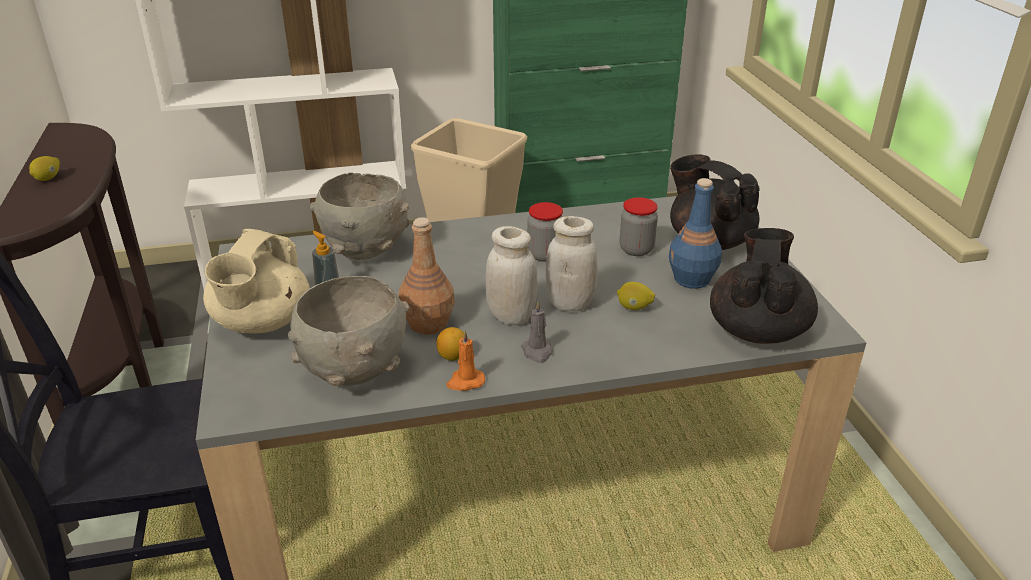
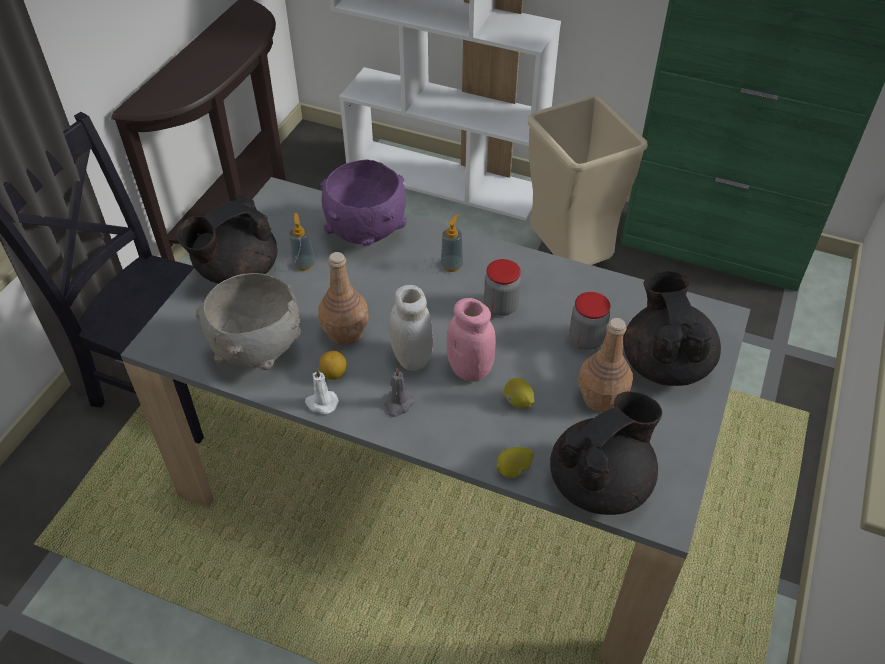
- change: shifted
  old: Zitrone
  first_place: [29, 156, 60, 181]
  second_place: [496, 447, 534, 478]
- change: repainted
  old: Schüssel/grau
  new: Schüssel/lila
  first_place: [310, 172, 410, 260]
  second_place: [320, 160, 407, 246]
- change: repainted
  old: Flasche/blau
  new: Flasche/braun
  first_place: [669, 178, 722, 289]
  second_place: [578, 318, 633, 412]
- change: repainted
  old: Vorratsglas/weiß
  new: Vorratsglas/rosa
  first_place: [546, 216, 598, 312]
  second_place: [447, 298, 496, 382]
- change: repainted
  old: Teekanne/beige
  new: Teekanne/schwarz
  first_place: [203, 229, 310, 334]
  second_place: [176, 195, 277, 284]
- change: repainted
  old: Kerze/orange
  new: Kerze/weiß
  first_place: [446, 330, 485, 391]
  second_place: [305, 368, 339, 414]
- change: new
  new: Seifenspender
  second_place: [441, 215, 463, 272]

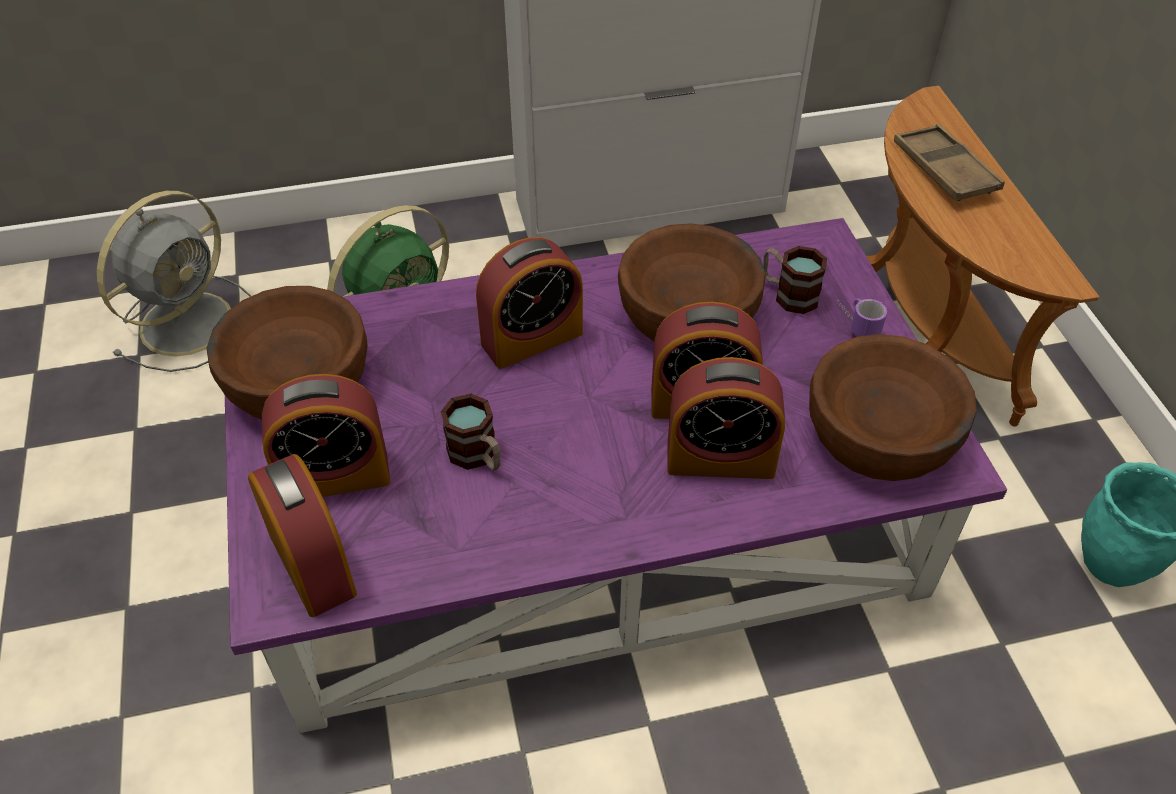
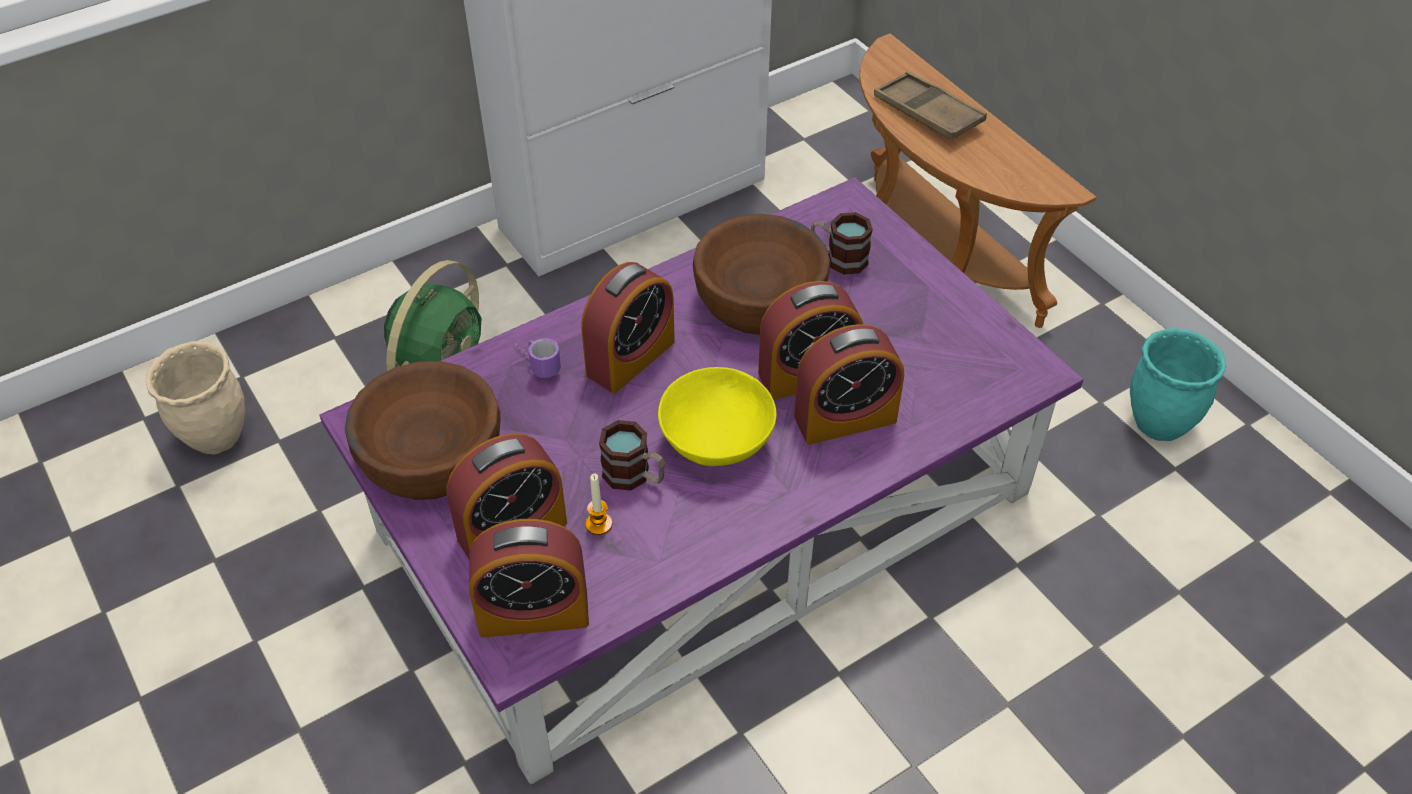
- change: swapped
  old: Ventilator/grau
  new: Pflanzkübel/beige
  first_place: [97, 191, 251, 372]
  second_place: [146, 341, 245, 454]
- change: shifted
  old: Henkelbecher
  first_place: [836, 298, 887, 337]
  second_place: [515, 338, 561, 378]
- change: gone
  old: Schüssel/braun
  first_place: [809, 334, 977, 481]
- change: rotated
  old: Wecker
  first_place: [248, 454, 357, 617]
  second_place: [469, 519, 589, 638]
  degrees: 135
- change: new
  new: Schüssel/gelb
  second_place: [658, 367, 777, 466]
- change: new
  new: Kerze
  second_place: [585, 474, 612, 535]

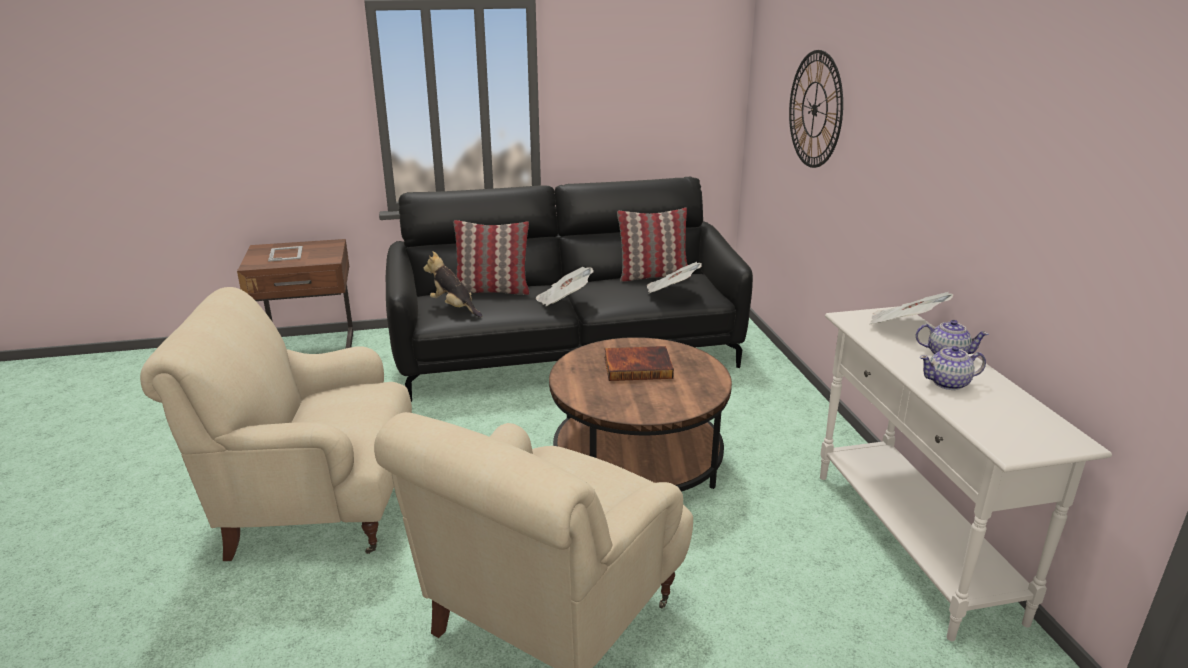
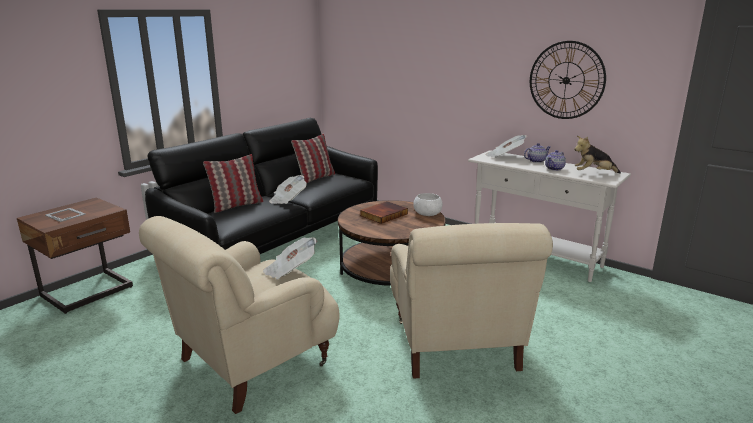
- change: shifted
  old: Wanduhr
  first_place: [789, 50, 843, 168]
  second_place: [530, 41, 606, 119]
- change: shifted
  old: Plüschtier
  first_place: [424, 251, 482, 317]
  second_place: [574, 136, 621, 174]
- change: shifted
  old: Zeitung
  first_place: [647, 262, 702, 294]
  second_place: [263, 238, 318, 280]
- change: new
  new: Schüssel/weiß
  second_place: [414, 193, 443, 216]

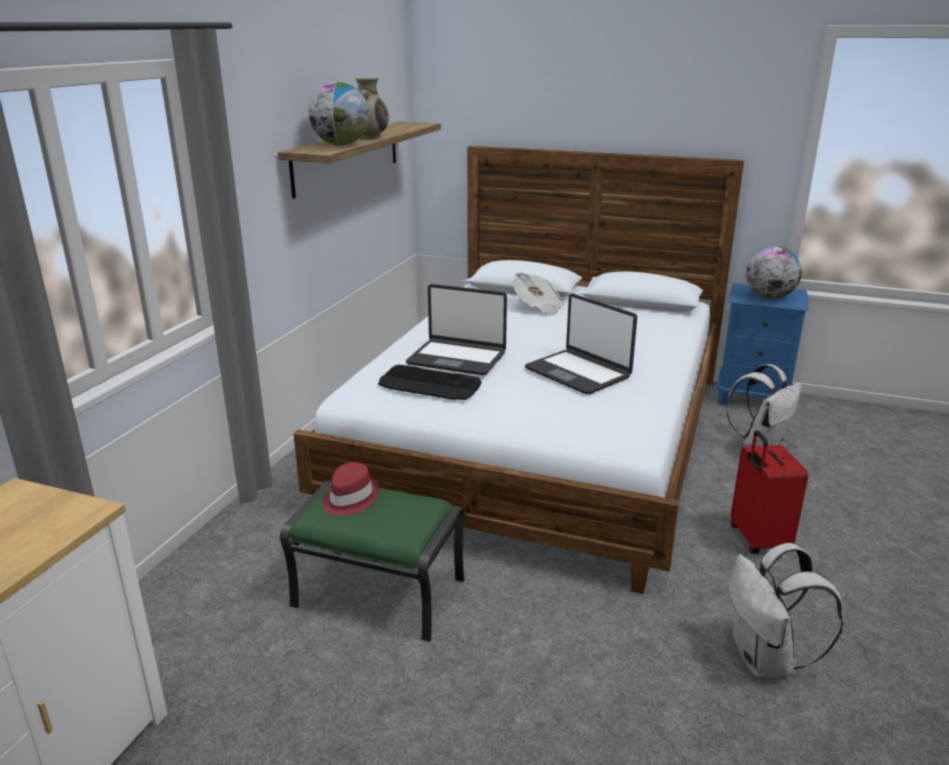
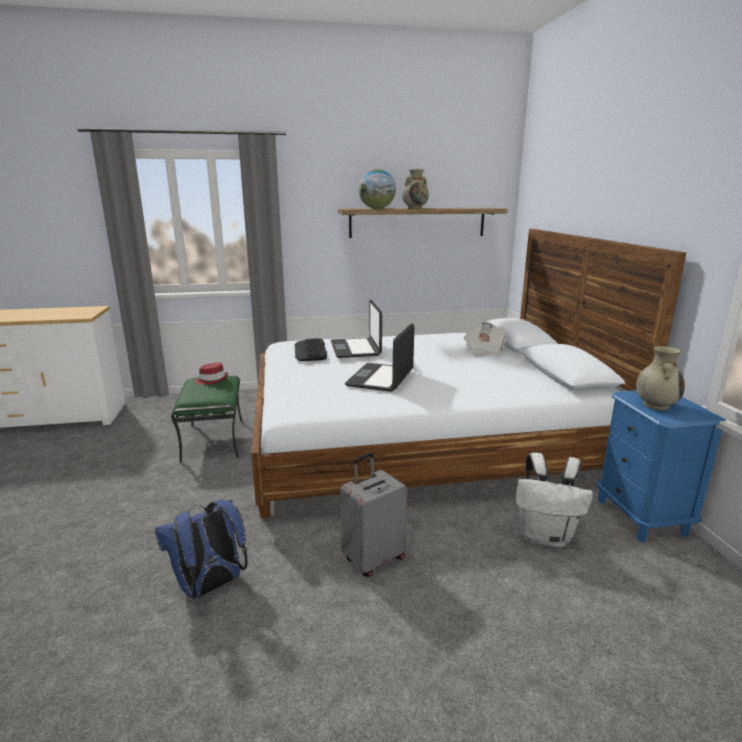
- change: swapped
  old: Globus
  new: Vase/beige
  first_place: [746, 246, 802, 299]
  second_place: [636, 346, 685, 410]
- change: repainted
  old: Koffer/rot
  new: Koffer/grau
  first_place: [731, 430, 808, 554]
  second_place: [340, 453, 407, 577]
- change: repainted
  old: Rucksack/weiß
  new: Rucksack/blau
  first_place: [729, 543, 844, 677]
  second_place: [155, 499, 248, 598]

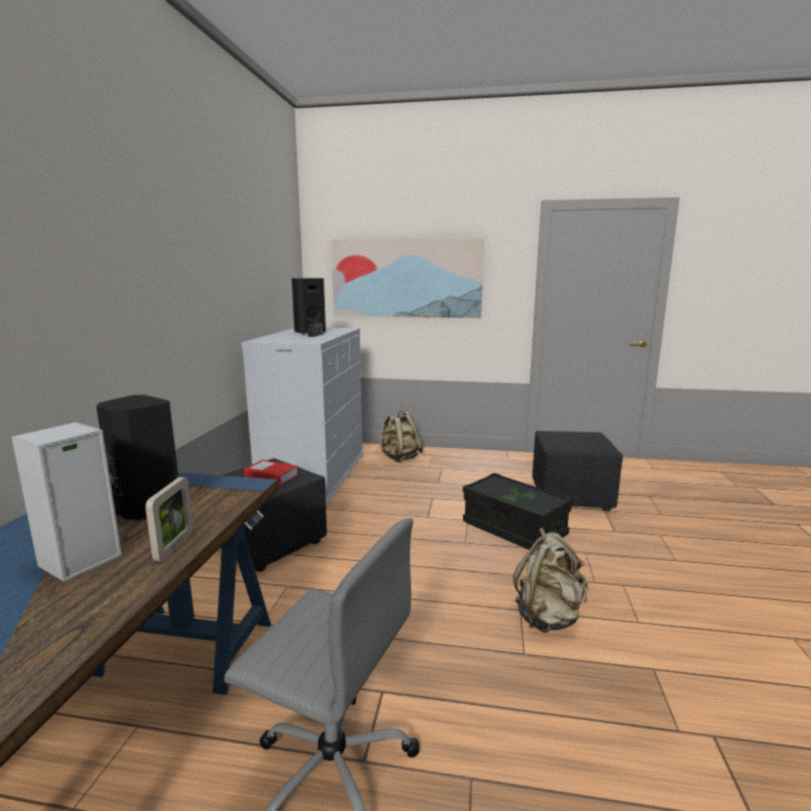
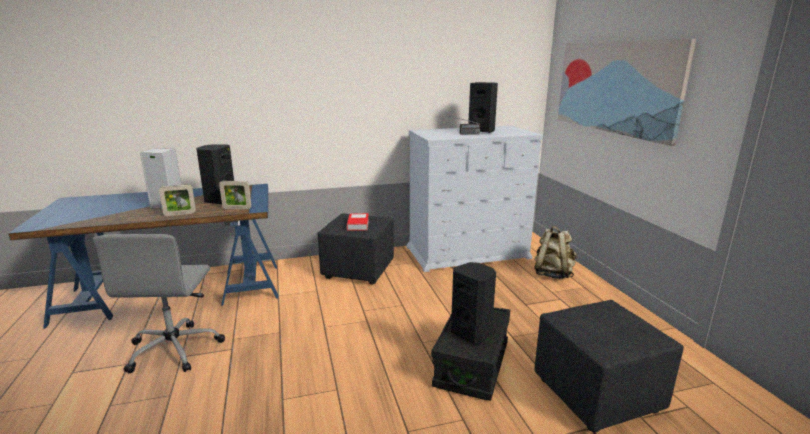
- change: gone
  old: Rucksack/beige
  first_place: [513, 528, 588, 633]
- change: new
  new: Bilderrahmen
  second_place: [219, 181, 251, 209]
- change: new
  new: Lautsprecher/schwarz
  second_place: [451, 262, 496, 345]

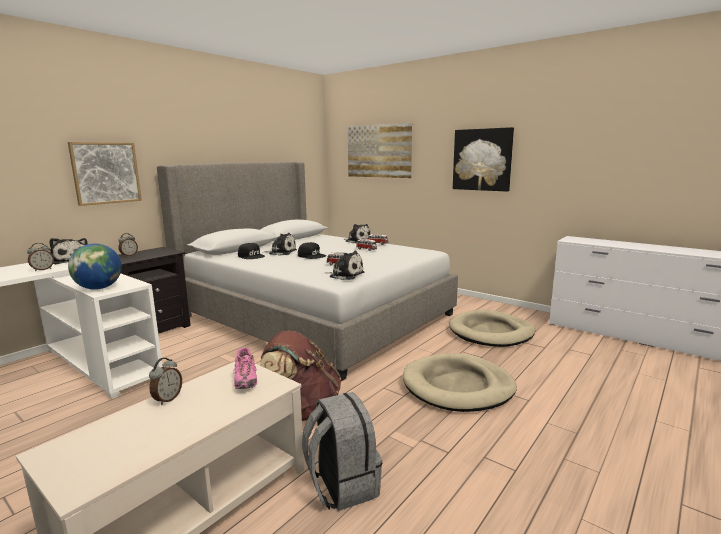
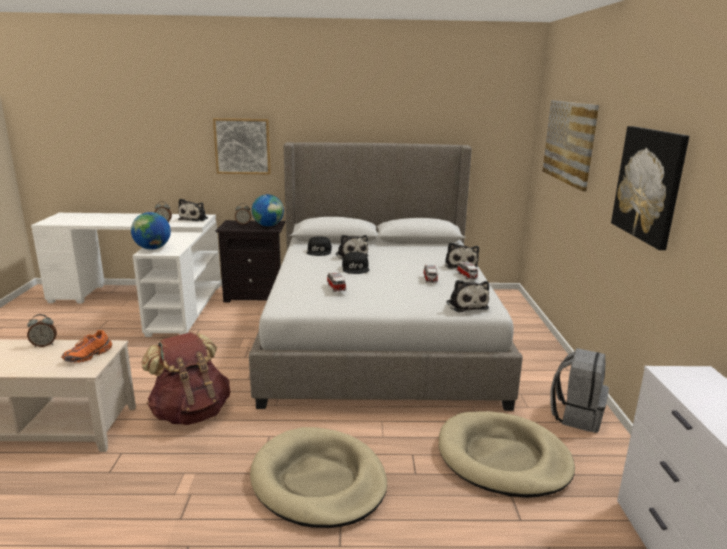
- change: shifted
  old: Plüschtier
  first_place: [325, 251, 364, 280]
  second_place: [446, 280, 489, 312]
- change: repainted
  old: Schuh/rosa
  new: Schuh/orange
  first_place: [233, 348, 257, 389]
  second_place: [61, 330, 112, 363]
- change: shifted
  old: Rucksack/grau
  first_place: [302, 392, 382, 511]
  second_place: [550, 348, 609, 433]
- change: new
  new: Globus
  second_place: [252, 194, 284, 227]

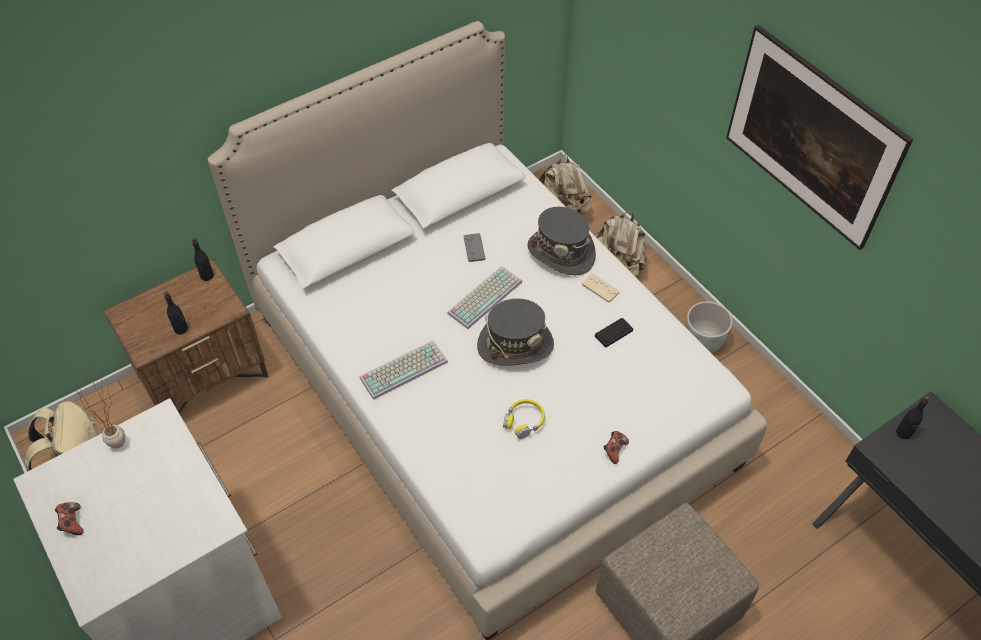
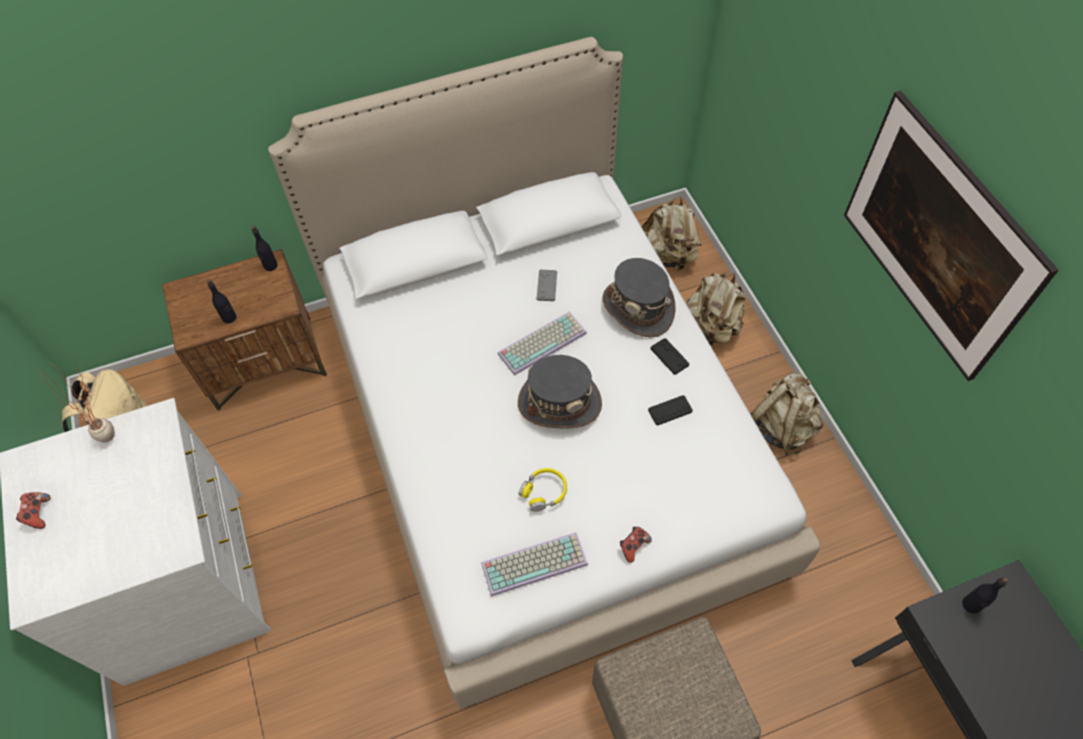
- change: repainted
  old: Gamepad/beige
  new: Gamepad/schwarz
  first_place: [582, 274, 619, 303]
  second_place: [651, 338, 689, 375]
- change: swapped
  old: Pflanzkübel/grau
  new: Rucksack/beige
  first_place: [686, 301, 732, 353]
  second_place: [751, 373, 824, 455]
- change: shifted
  old: Tastatur
  first_place: [360, 341, 448, 400]
  second_place: [481, 532, 588, 596]

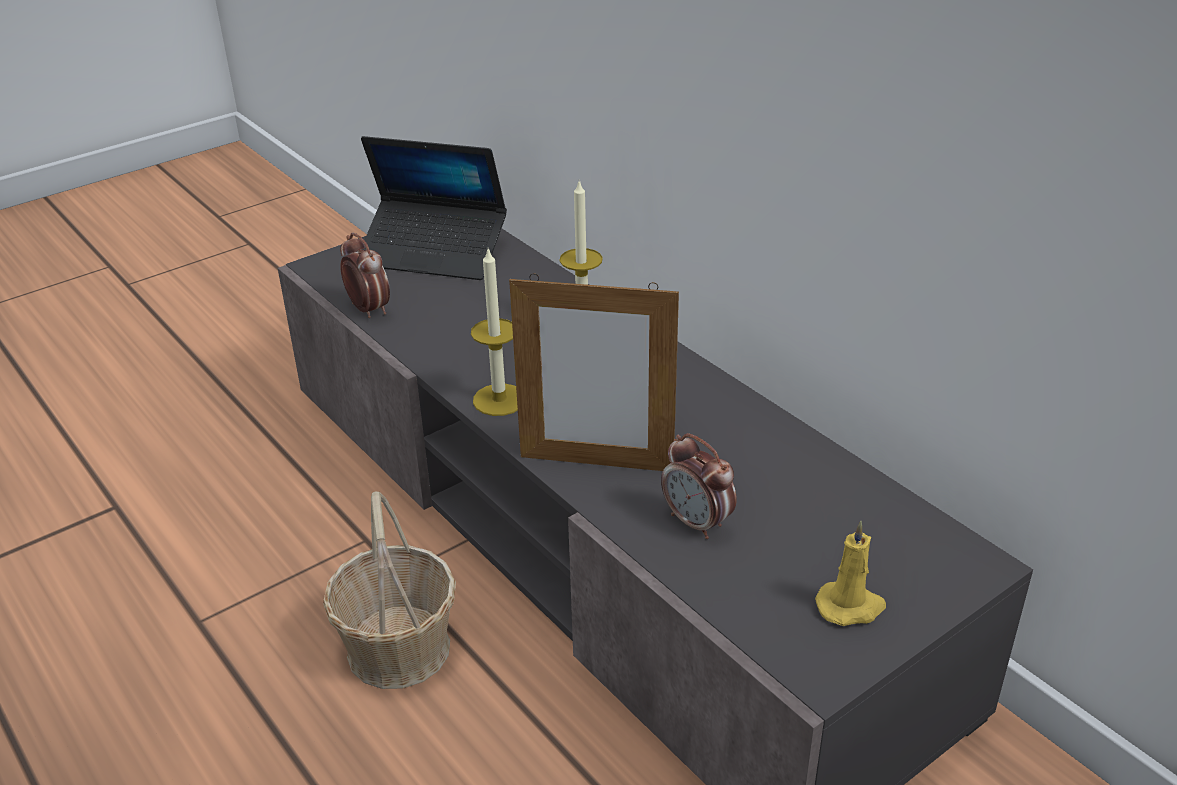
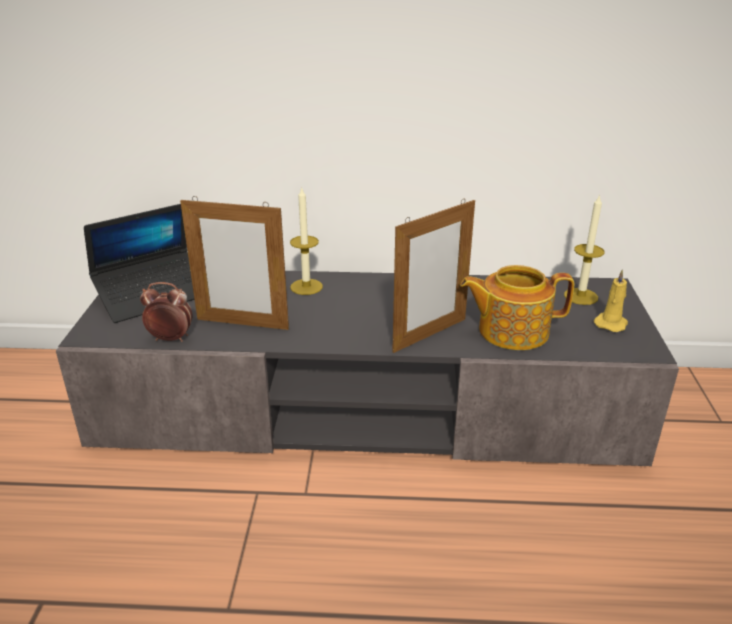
- change: shifted
  old: Kerze
  first_place: [471, 249, 518, 416]
  second_place: [564, 194, 605, 305]
- change: swapped
  old: Wecker
  new: Teekanne
  first_place: [661, 433, 737, 539]
  second_place: [460, 265, 574, 350]
- change: gone
  old: Korb
  first_place: [323, 491, 456, 689]
- change: new
  new: Bilderrahmen
  second_place: [180, 196, 289, 330]

